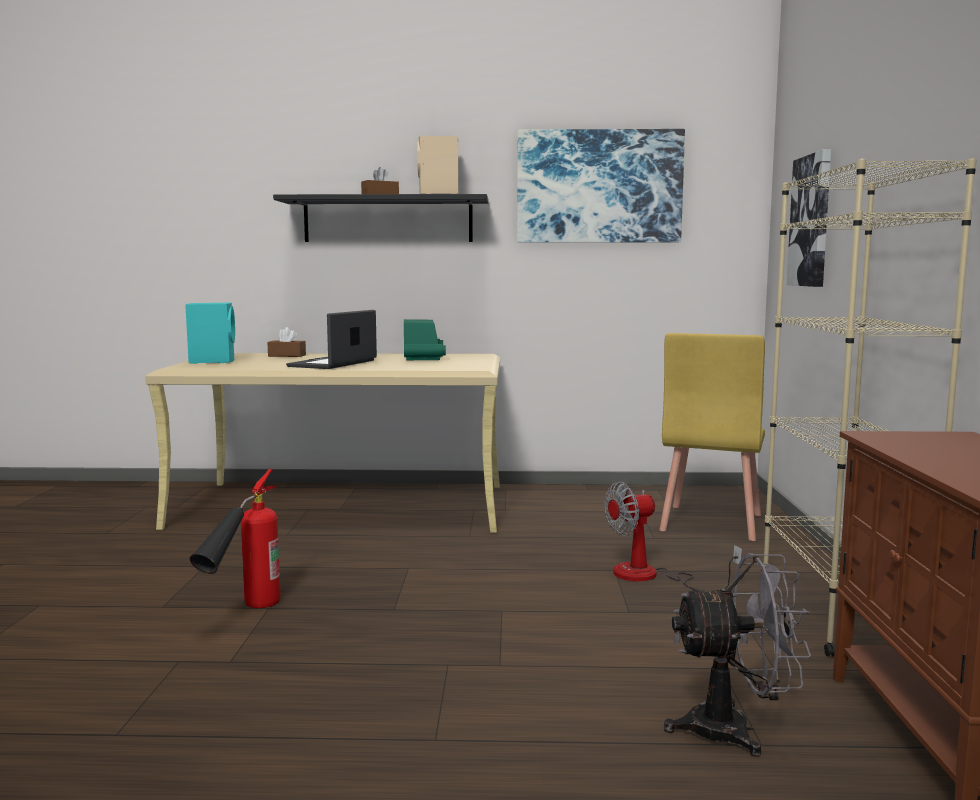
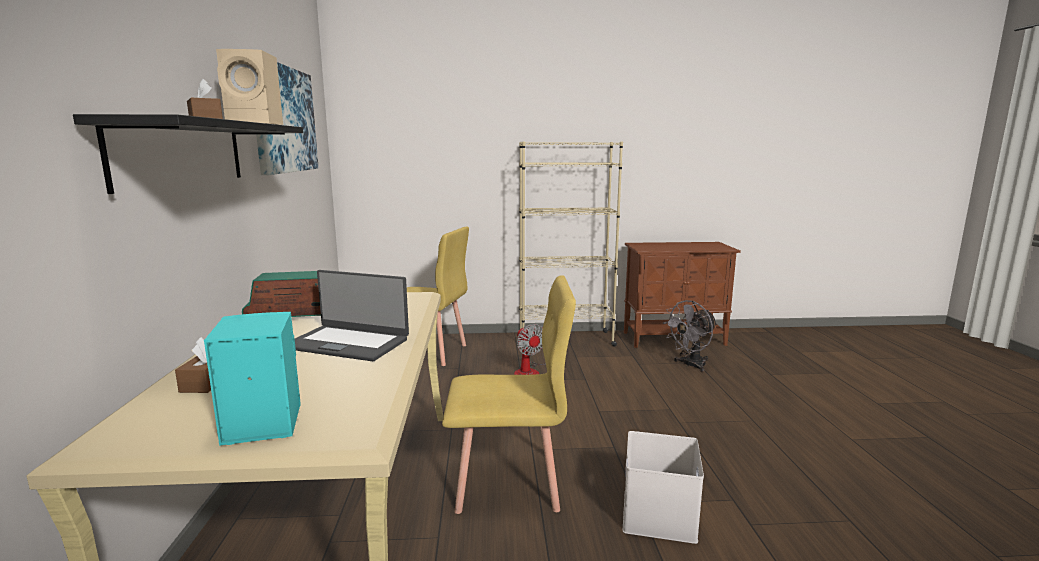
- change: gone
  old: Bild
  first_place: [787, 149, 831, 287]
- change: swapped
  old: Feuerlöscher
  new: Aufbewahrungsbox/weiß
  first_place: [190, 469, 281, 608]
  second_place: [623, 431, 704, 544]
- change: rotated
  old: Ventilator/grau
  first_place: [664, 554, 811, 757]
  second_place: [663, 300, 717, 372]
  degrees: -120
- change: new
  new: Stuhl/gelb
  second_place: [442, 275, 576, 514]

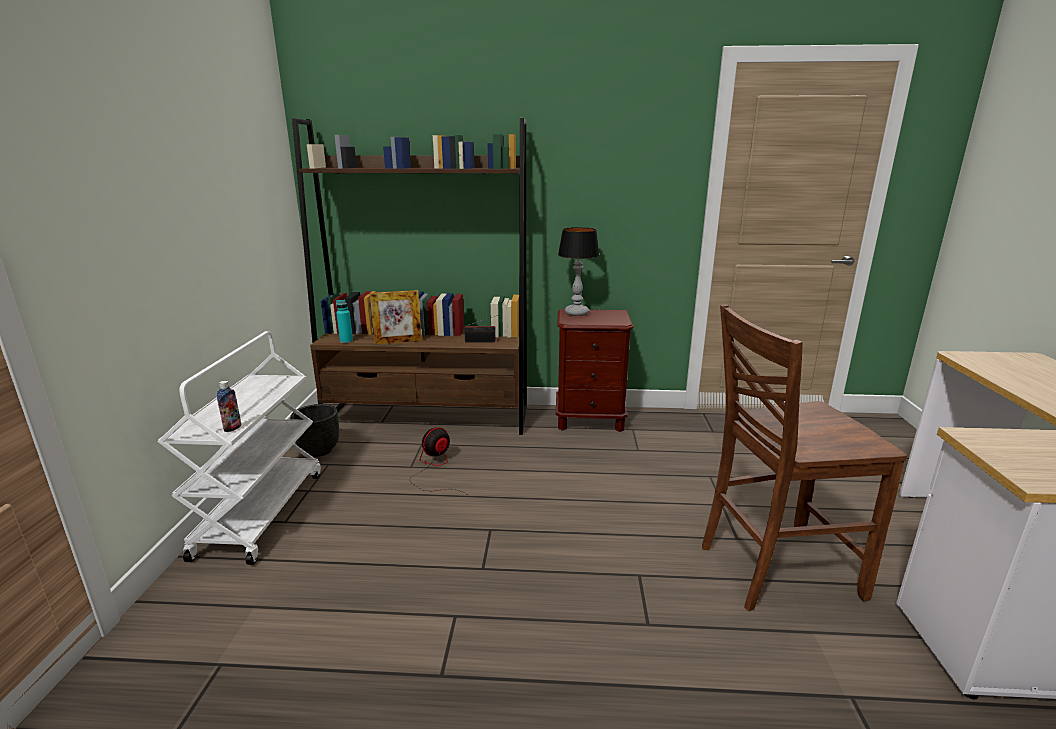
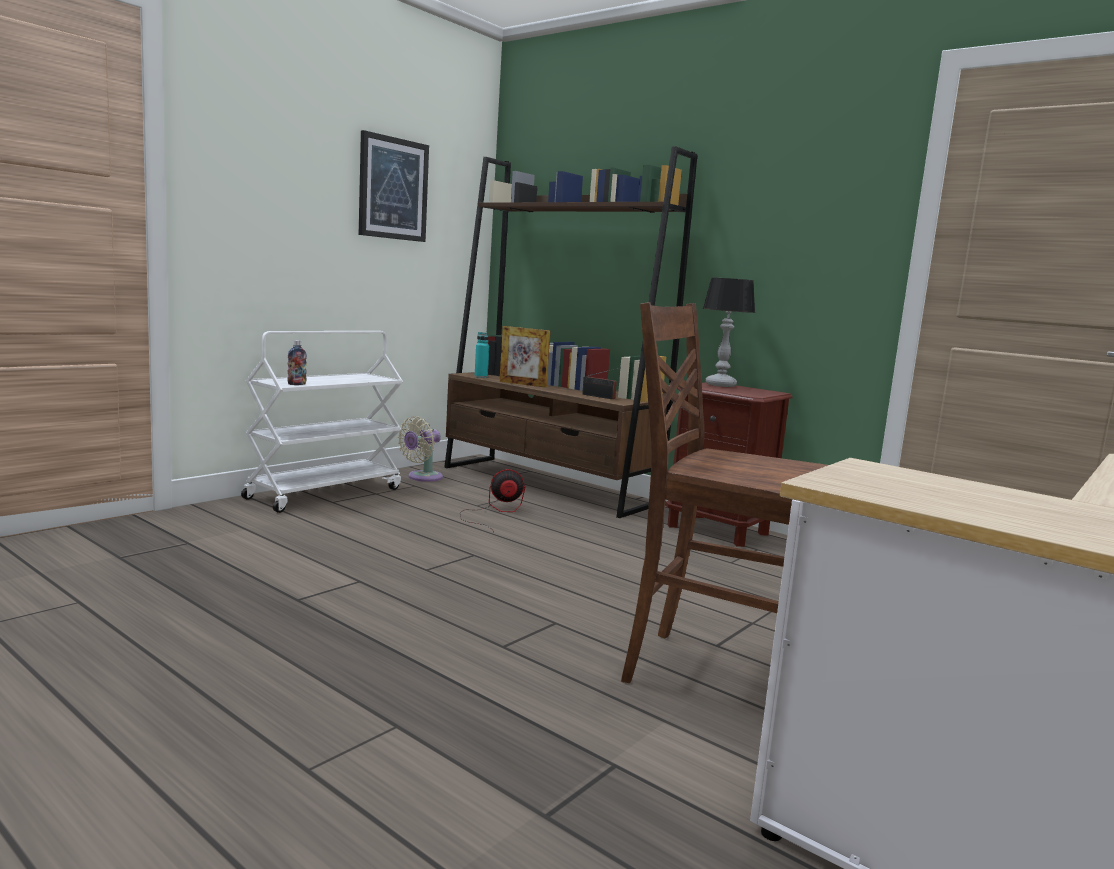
- change: swapped
  old: Pflanzkübel/schwarz
  new: Ventilator/beige
  first_place: [290, 404, 339, 457]
  second_place: [398, 416, 443, 482]
- change: new
  new: Bild
  second_place: [359, 130, 429, 242]

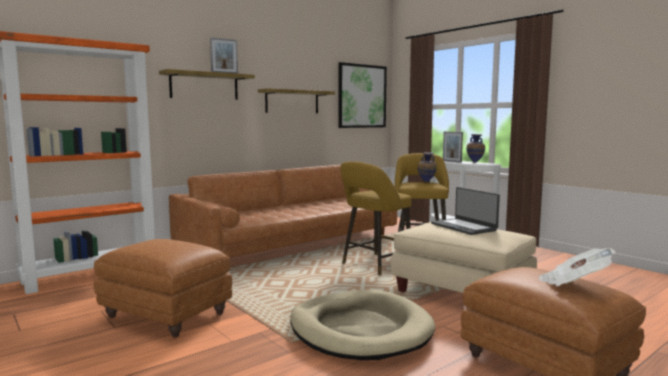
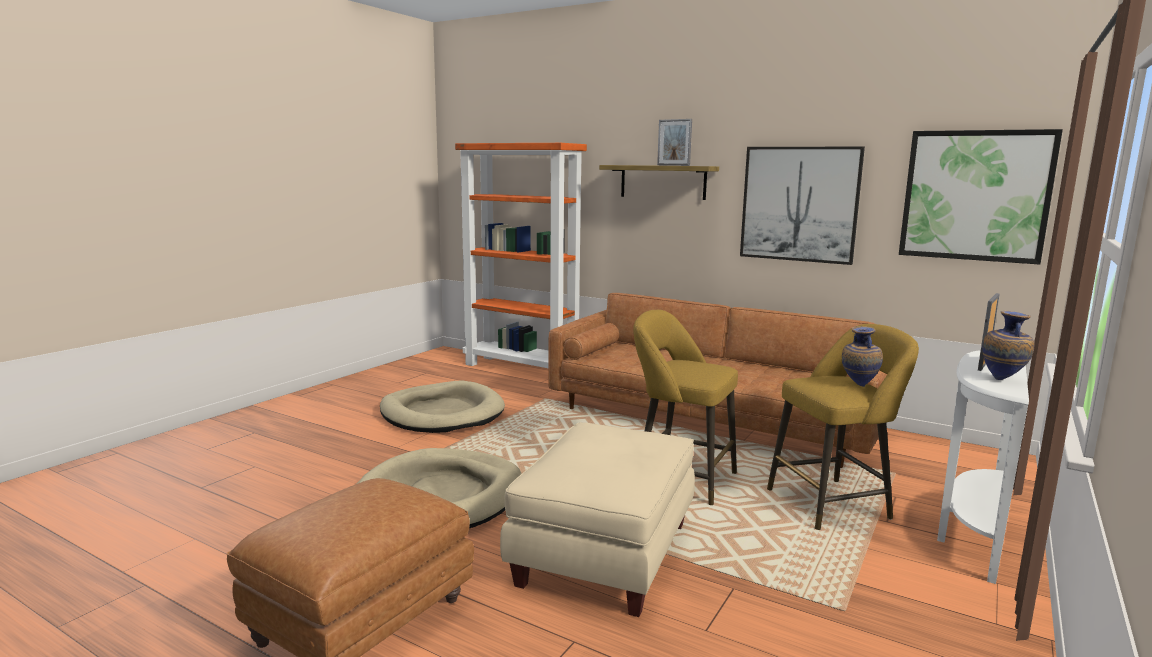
- change: swapped
  old: Wandregal
  new: Bild
  first_place: [258, 88, 335, 113]
  second_place: [740, 147, 865, 265]
- change: gone
  old: Laptop
  first_place: [431, 187, 500, 235]
- change: swapped
  old: Polsterhocker/braun
  new: Hundebett/beige
  first_place: [93, 239, 232, 338]
  second_place: [380, 381, 505, 433]
- change: gone
  old: Zeitung
  first_place: [538, 248, 616, 286]

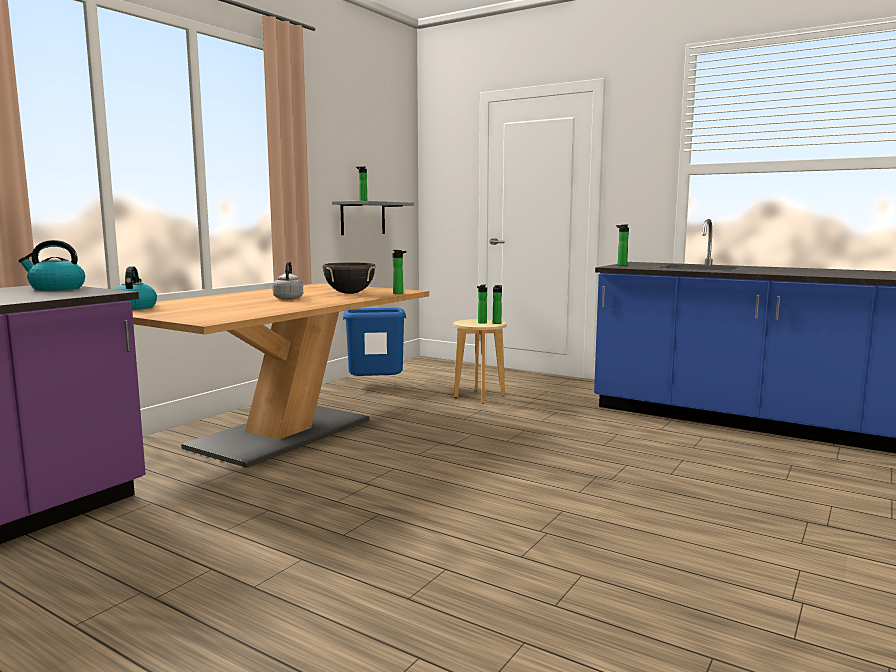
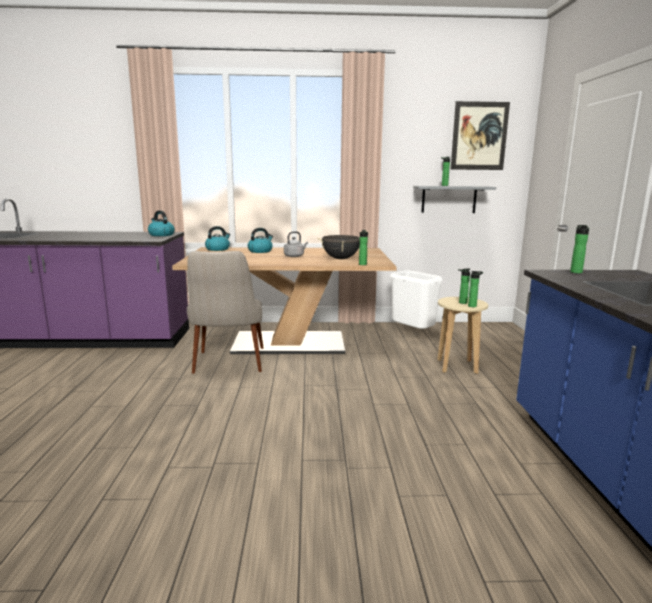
- change: repainted
  old: Mülleimer/blau
  new: Mülleimer/weiß
  first_place: [343, 308, 406, 376]
  second_place: [390, 270, 443, 329]
- change: new
  new: Bild
  second_place: [451, 101, 510, 170]
- change: new
  new: Wasserkessel
  second_place: [248, 228, 273, 253]
- change: new
  new: Stuhl/beige
  second_place: [187, 251, 264, 374]

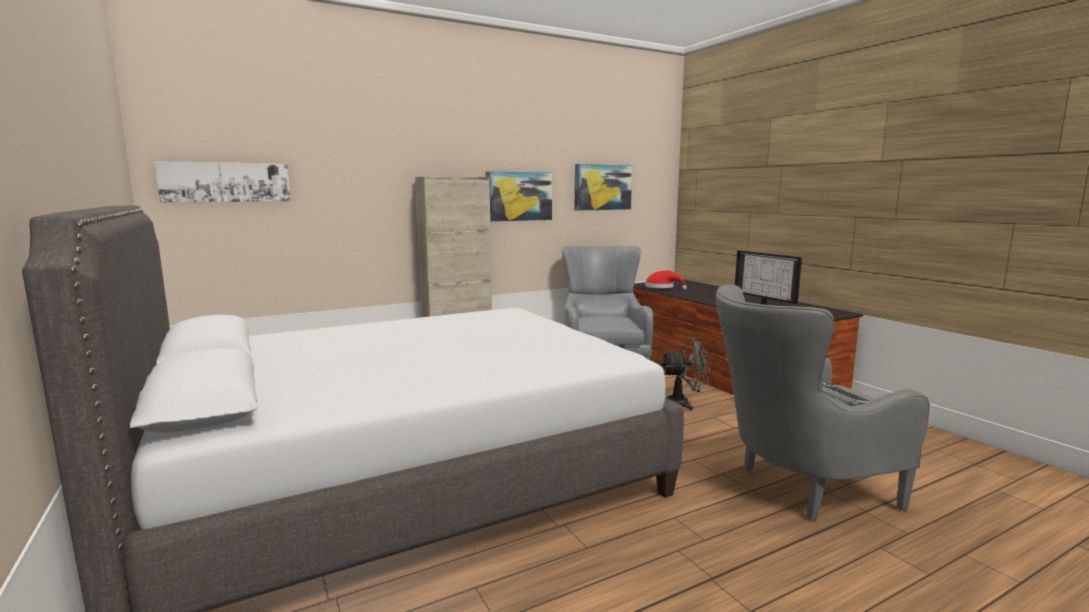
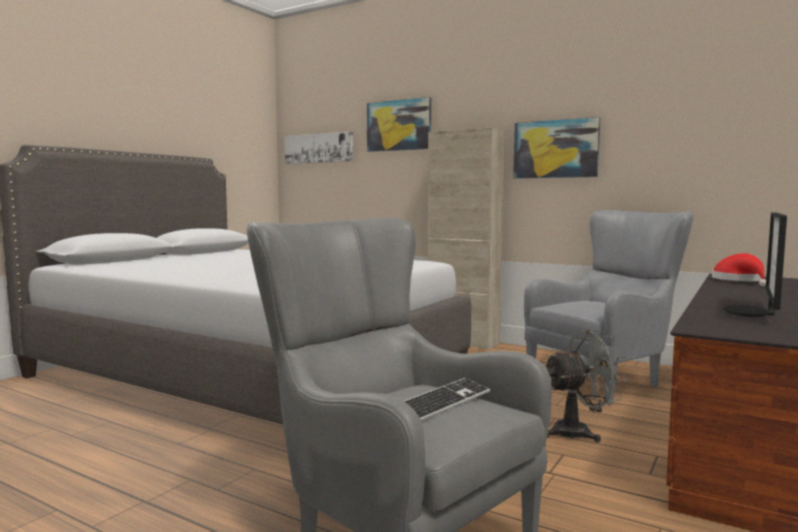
- change: shifted
  old: Bild
  first_place: [575, 164, 632, 211]
  second_place: [367, 97, 431, 152]
- change: rotated
  old: Ventilator/grau
  first_place: [660, 337, 711, 411]
  second_place: [546, 329, 628, 443]
  degrees: -75

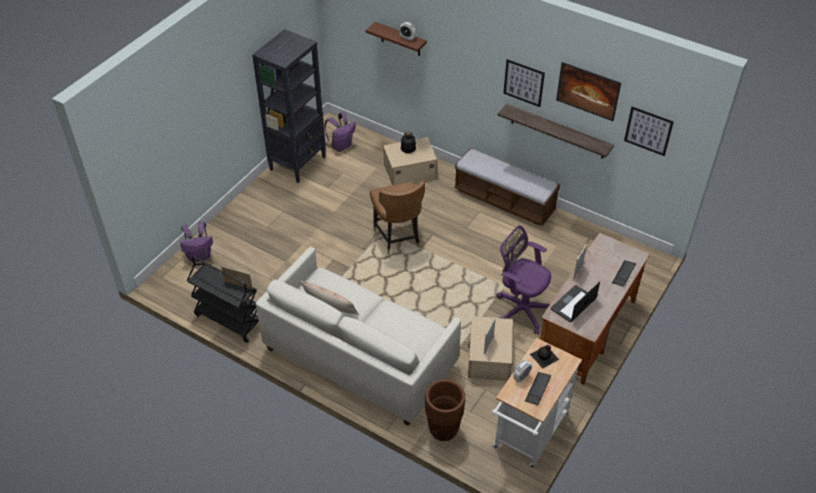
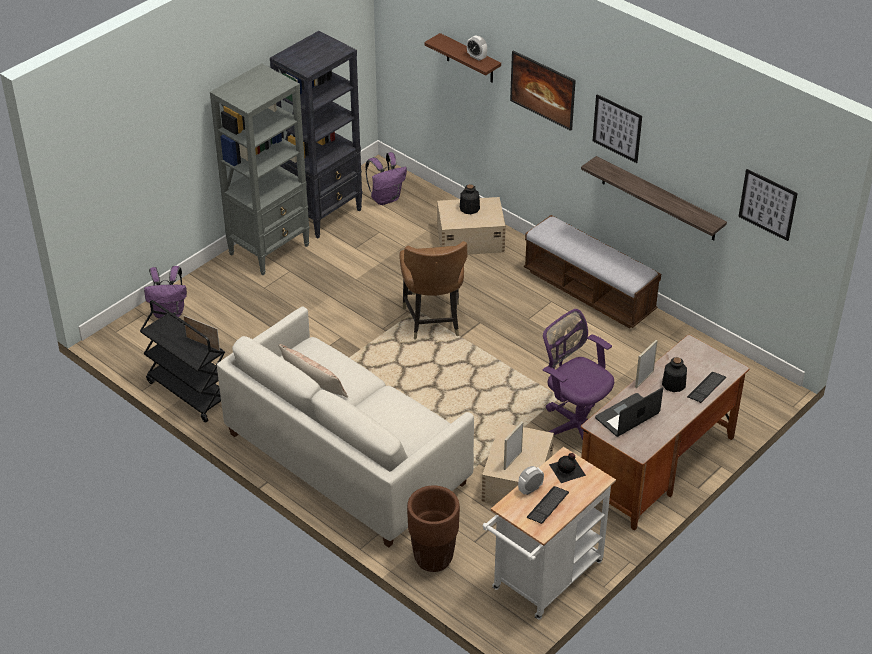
- change: shifted
  old: Bild
  first_place: [556, 62, 621, 121]
  second_place: [510, 50, 576, 131]
- change: new
  new: Bücherregal/grau
  second_place: [210, 63, 310, 275]
- change: new
  new: Flasche
  second_place: [662, 357, 687, 392]

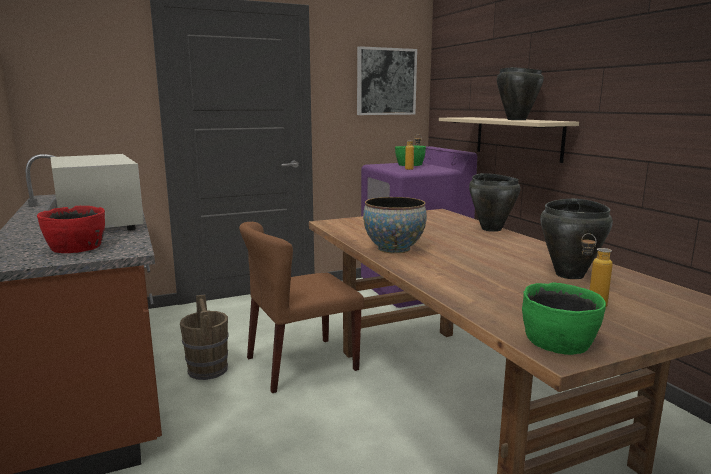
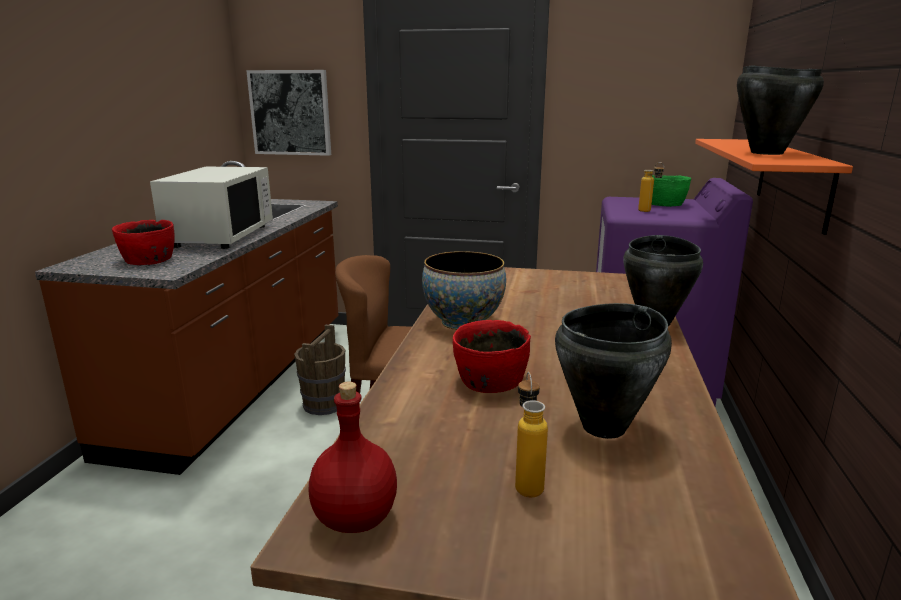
- change: shifted
  old: Bild
  first_place: [357, 46, 417, 115]
  second_place: [246, 70, 331, 156]
- change: repainted
  old: Wandregal/beige
  new: Wandregal/orange
  first_place: [439, 117, 579, 163]
  second_place: [695, 139, 853, 235]
- change: swapped
  old: Schüssel/grün
  new: Flasche/rot
  first_place: [522, 283, 606, 355]
  second_place: [308, 381, 397, 533]
- change: new
  new: Schüssel/rot
  second_place: [453, 320, 531, 393]

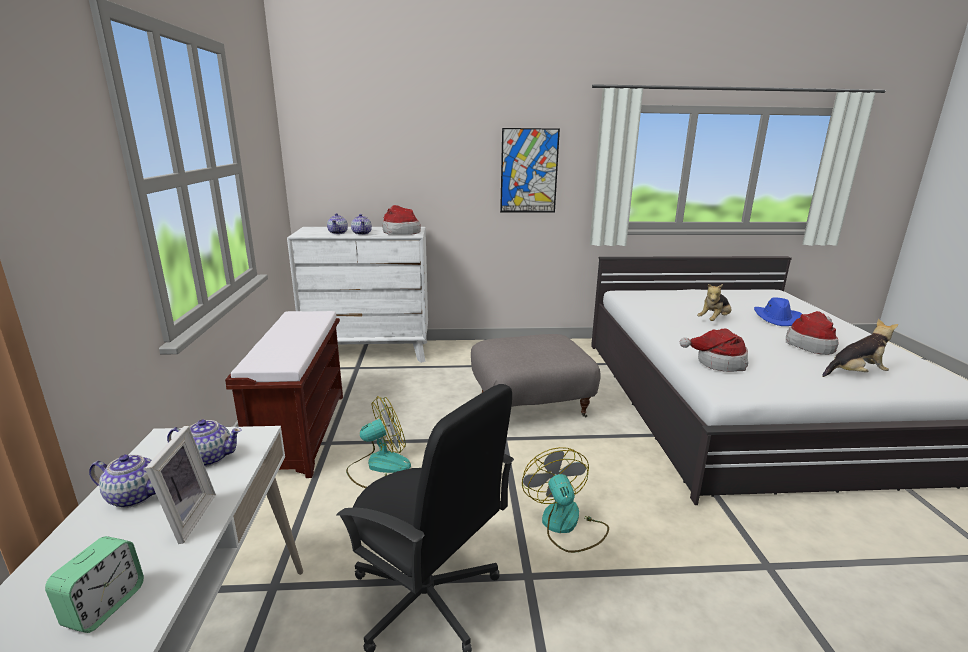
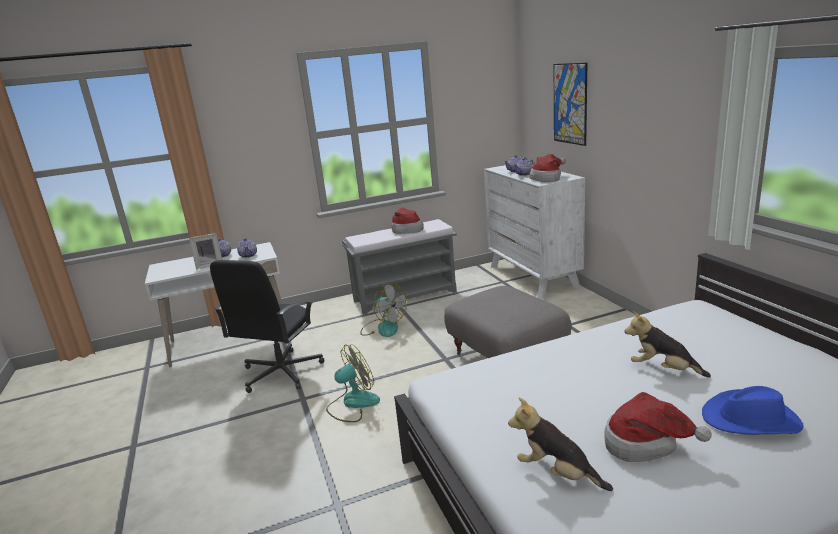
- change: shifted
  old: Bild
  first_place: [500, 128, 560, 213]
  second_place: [554, 63, 587, 146]
- change: repainted
  old: Bank/braun
  new: Bank/grau
  first_place: [225, 311, 343, 478]
  second_place: [342, 219, 457, 315]
- change: rotated
  old: Plüschtier
  first_place: [822, 318, 898, 377]
  second_place: [508, 398, 613, 491]
  degrees: 150
- change: shifted
  old: Hut
  first_place: [680, 328, 748, 372]
  second_place: [391, 208, 424, 234]
- change: gone
  old: Wecker
  first_place: [45, 536, 144, 633]

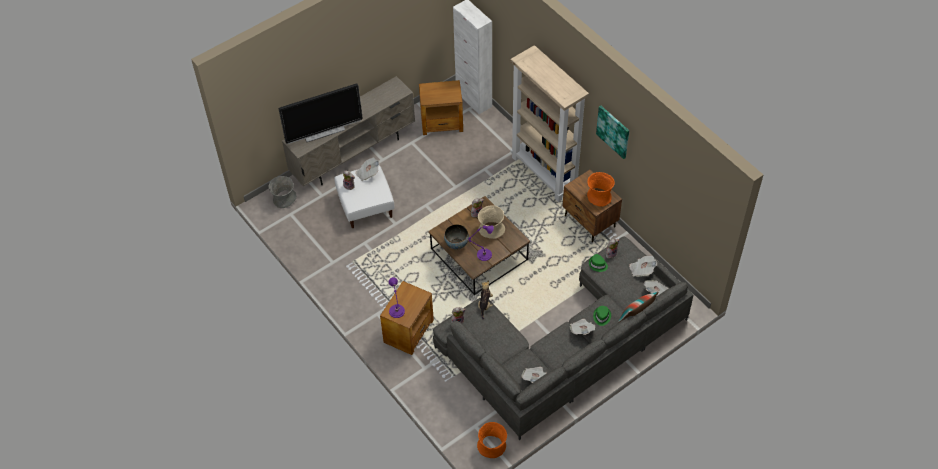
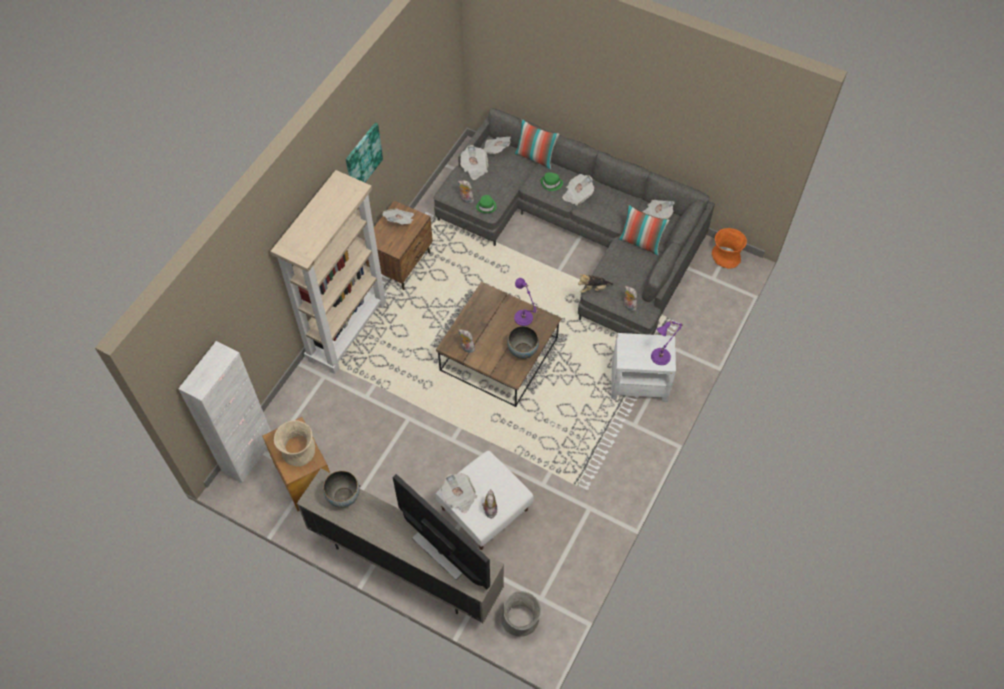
- change: swapped
  old: Vase/orange
  new: Zeitung
  first_place: [587, 172, 615, 206]
  second_place: [383, 208, 414, 225]
- change: shifted
  old: Vase/beige
  first_place: [478, 205, 505, 239]
  second_place: [274, 420, 315, 467]
- change: repainted
  old: Beistelltisch/braun
  new: Beistelltisch/weiß
  first_place: [380, 281, 434, 355]
  second_place: [611, 333, 676, 402]
- change: new
  new: Kissen
  second_place: [618, 204, 670, 256]
- change: new
  new: Schüssel
  second_place: [323, 471, 360, 508]

